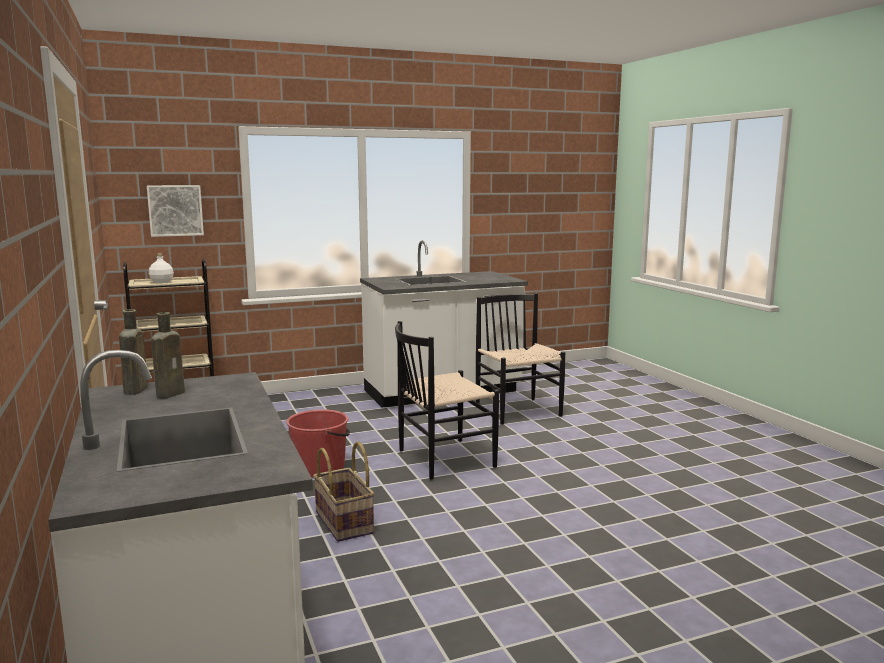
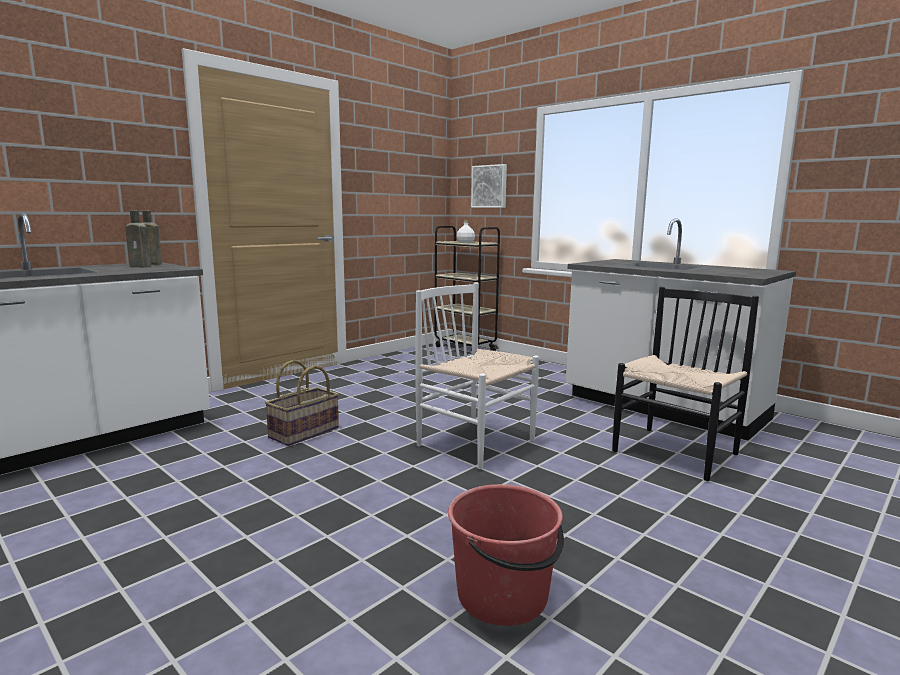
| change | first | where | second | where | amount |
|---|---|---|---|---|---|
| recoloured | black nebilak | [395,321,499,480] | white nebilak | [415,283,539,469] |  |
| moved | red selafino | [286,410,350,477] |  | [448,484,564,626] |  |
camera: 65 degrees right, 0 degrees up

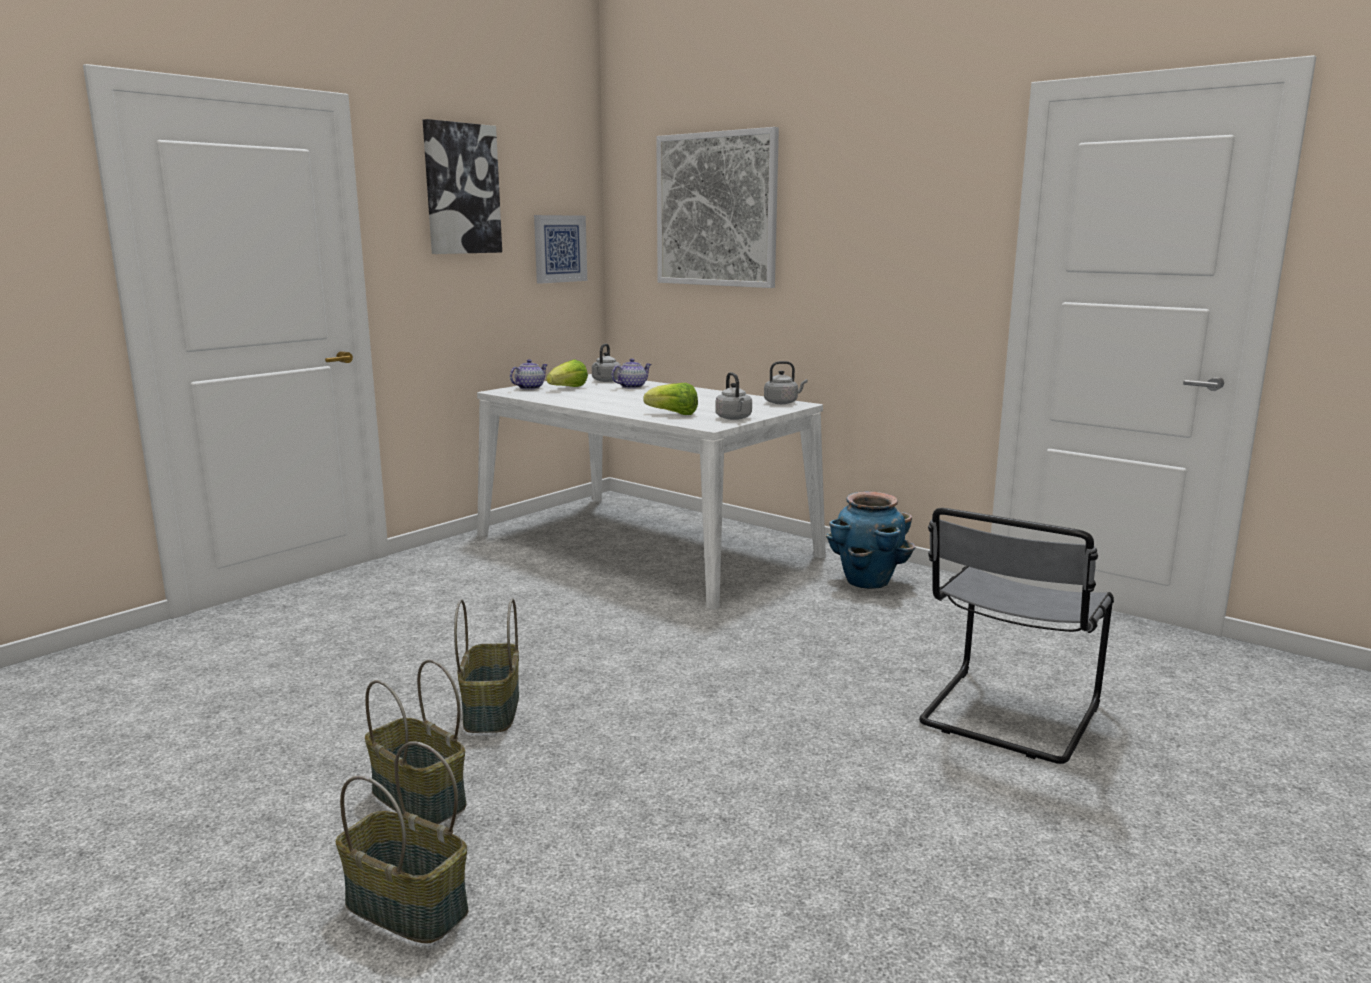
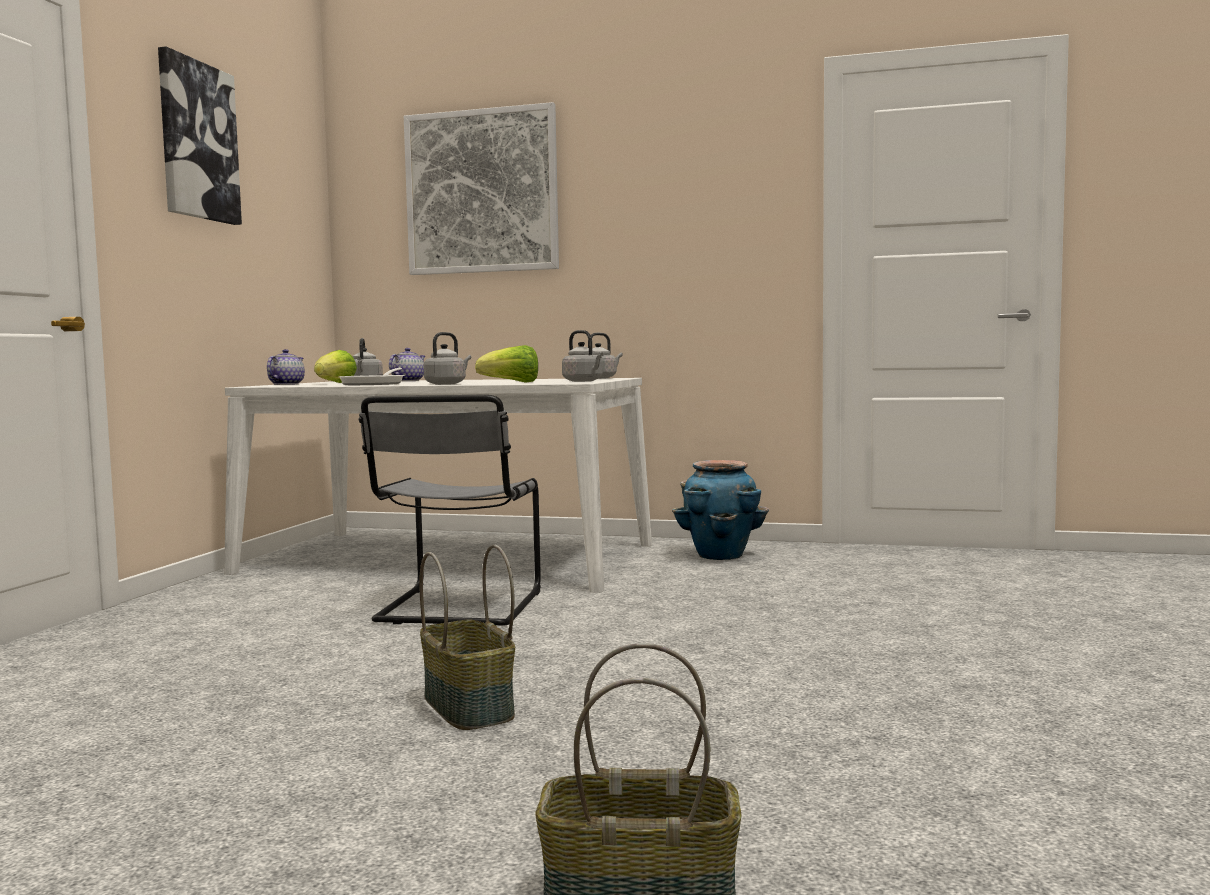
| change | first | where | second | where | amount |
|---|---|---|---|---|---|
| removed | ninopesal | [534,215,587,284] |  |  |  |
| moved | grey nebilak | [919,508,1114,764] |  | [358,395,541,626] |  |
| removed | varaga | [365,660,467,824] |  |  |  |
| added |  |  | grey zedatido | [424,332,471,385] |  |
| added |  |  | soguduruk | [339,368,405,385] |  |
camera: 25 degrees left, 10 degrees down

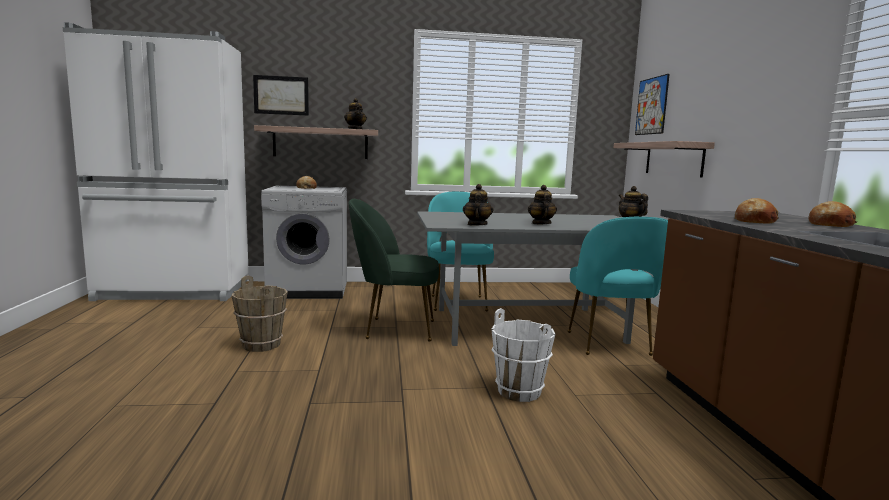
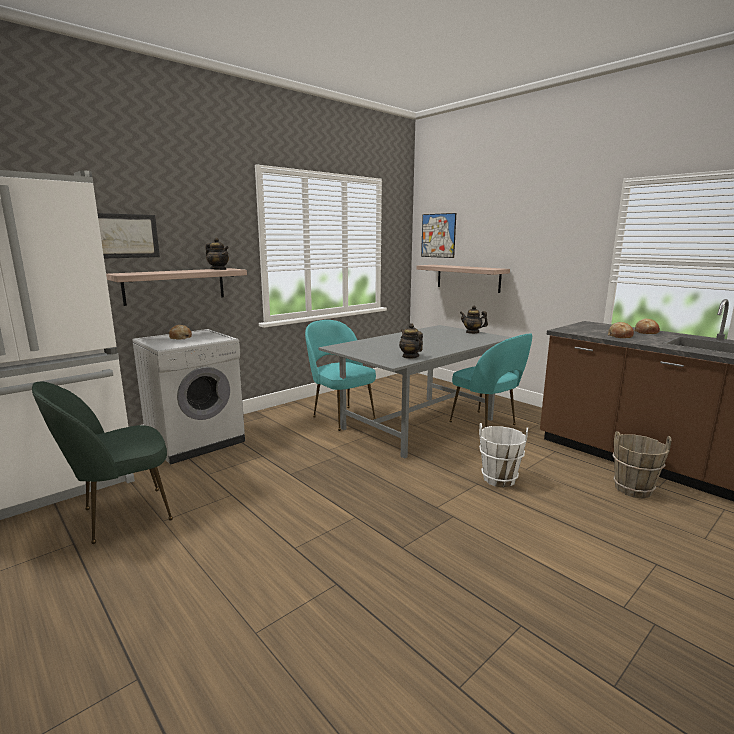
| change | first | where | second | where | amount |
|---|---|---|---|---|---|
| removed | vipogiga | [528,185,557,224] |  |  |  |
| moved | green nebilak | [349,199,439,342] |  | [32,382,173,544] |  |
| moved | brown selafino | [232,276,288,352] |  | [612,431,672,498] |  |
camera: 35 degrees left, 5 degrees up

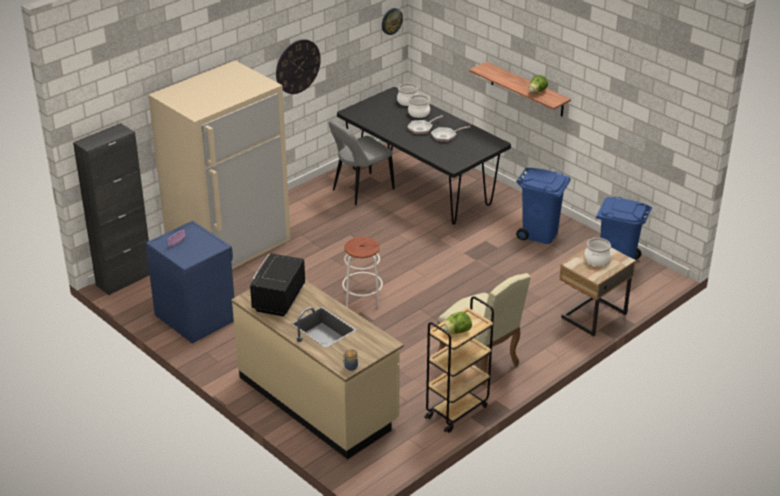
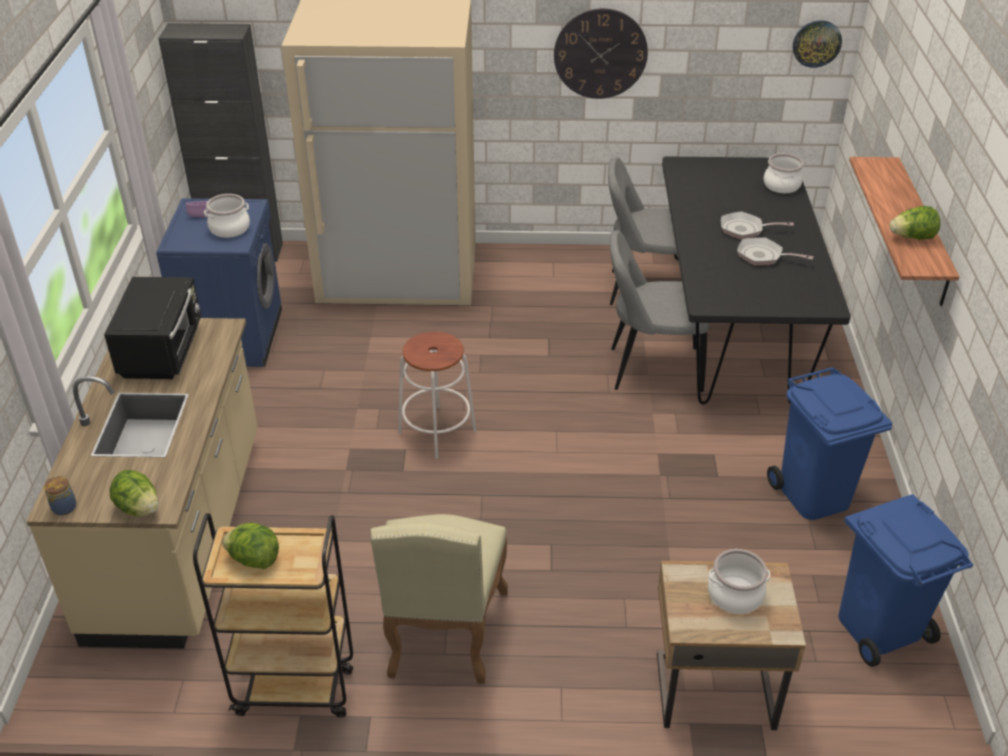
| change | first | where | second | where | amount |
|---|---|---|---|---|---|
| moved | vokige | [408,95,430,118] |  | [204,194,250,238] |  |
| turned | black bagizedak | [250,253,305,317] |  | [104,277,201,379] | 120 degrees clockwise |
| added |  |  | grey nebilak | [610,230,709,392] |  |
| added |  |  | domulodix | [109,470,159,516] |  |
camera: 45 degrees right, 5 degrees up

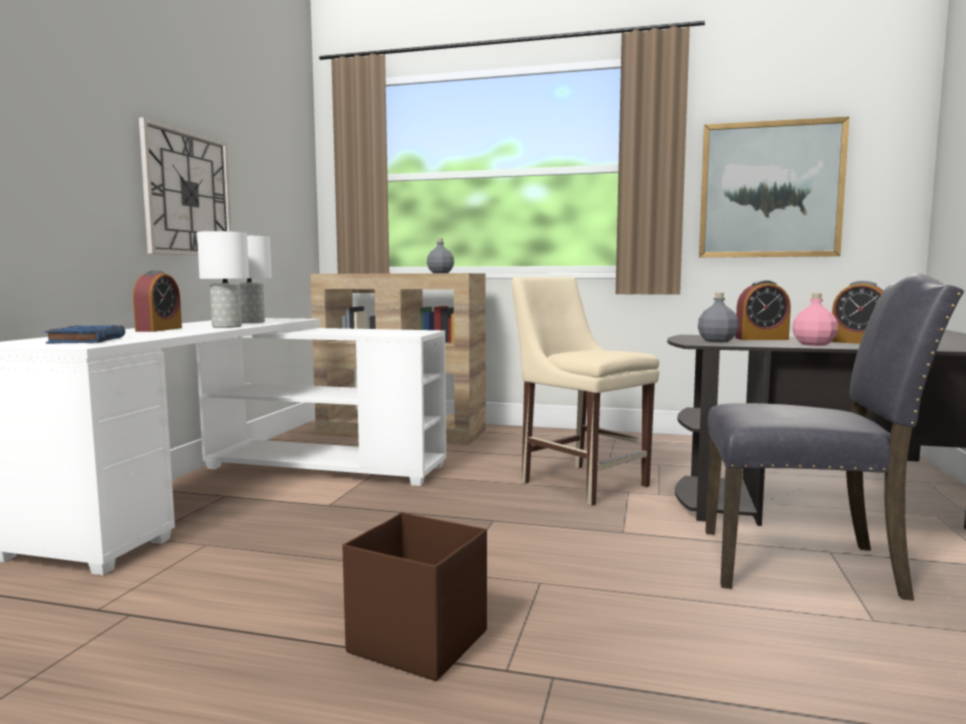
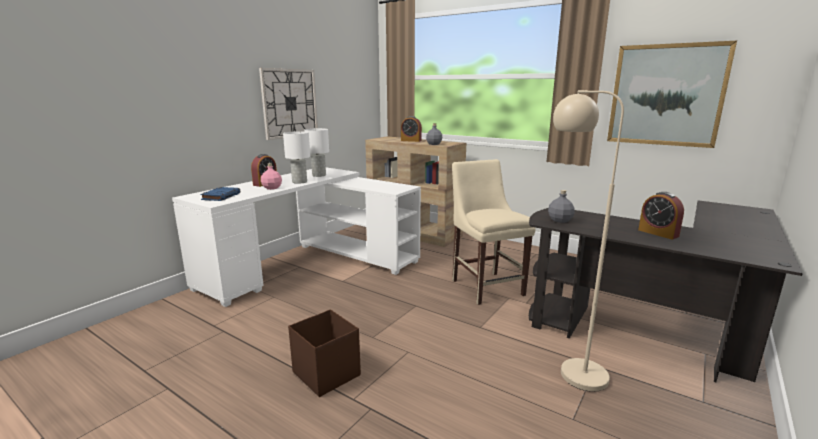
| change | first | where | second | where | amount |
|---|---|---|---|---|---|
| replaced | grey nebilak | [706,274,964,601] | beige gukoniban | [553,90,624,392] |  |
| moved | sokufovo | [735,280,791,340] |  | [401,116,422,142] |  |
| moved | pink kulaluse | [793,293,838,346] |  | [261,163,282,190] |  |
camera: 20 degrees right, 10 degrees up

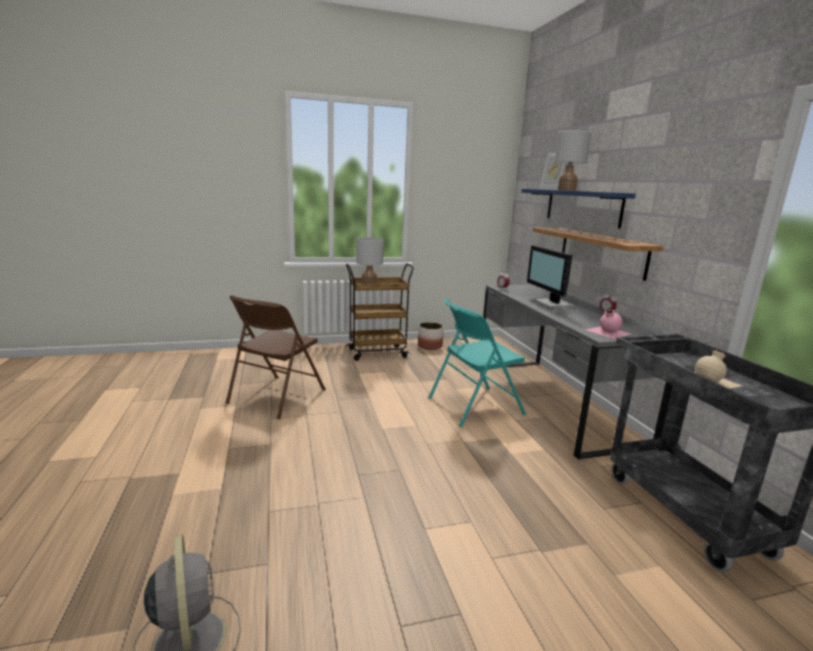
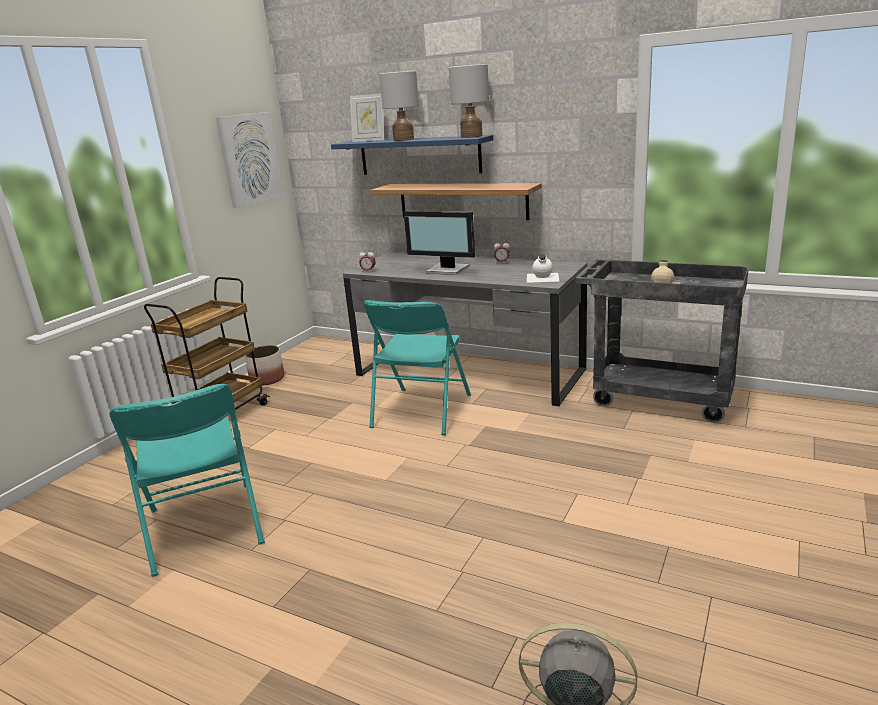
| change | first | where | second | where | amount |
|---|---|---|---|---|---|
| moved | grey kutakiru | [356,237,384,284] |  | [449,64,489,138] |  |
| recoloured | brown nebilak | [226,295,326,419] | turquoise nebilak | [109,384,265,577] |  |
| recoloured | pink kulaluse | [587,308,631,339] | white kulaluse | [527,254,559,283] |  |
| added |  |  | ninopesal | [216,112,284,208] |  |
camera: 45 degrees left, 5 degrees up

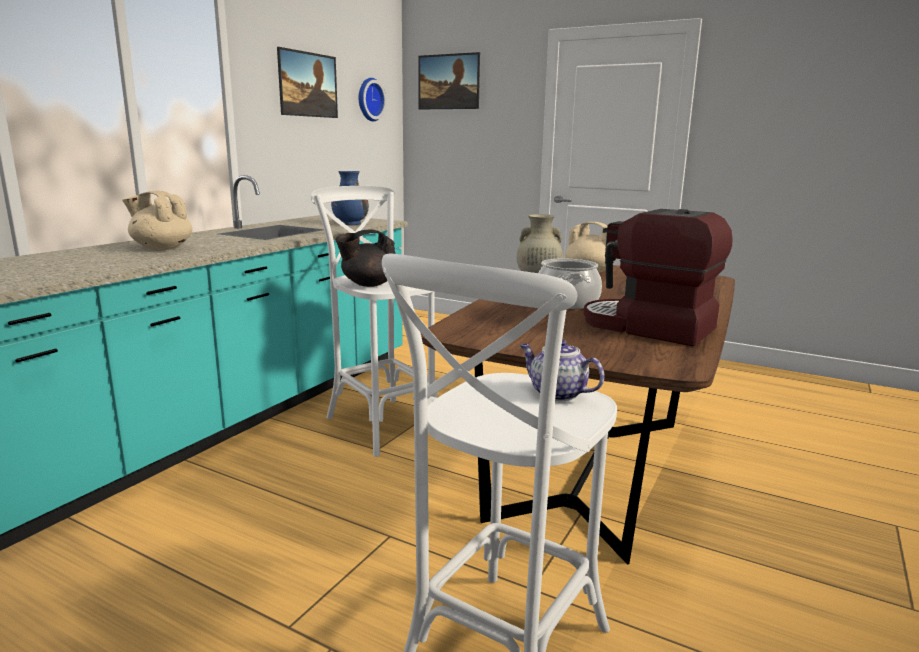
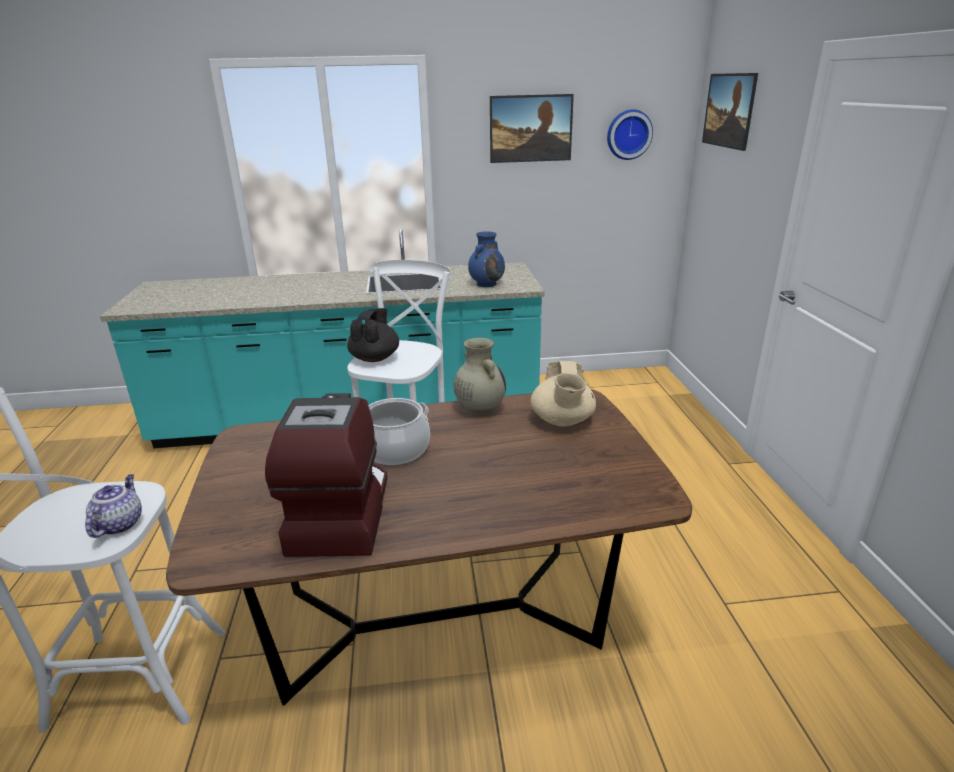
| change | first | where | second | where | amount |
|---|---|---|---|---|---|
| removed | beige vipogiga | [122,191,192,250] |  |  |  |
| turned | black vipogiga | [335,230,396,287] |  | [347,308,399,362] | 75 degrees clockwise |
camera: 55 degrees right, 10 degrees up

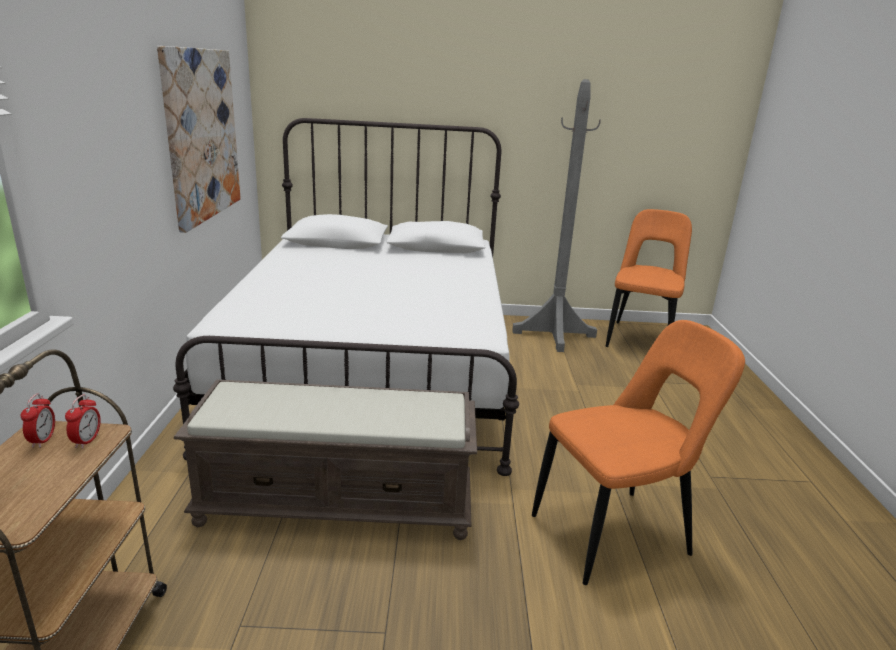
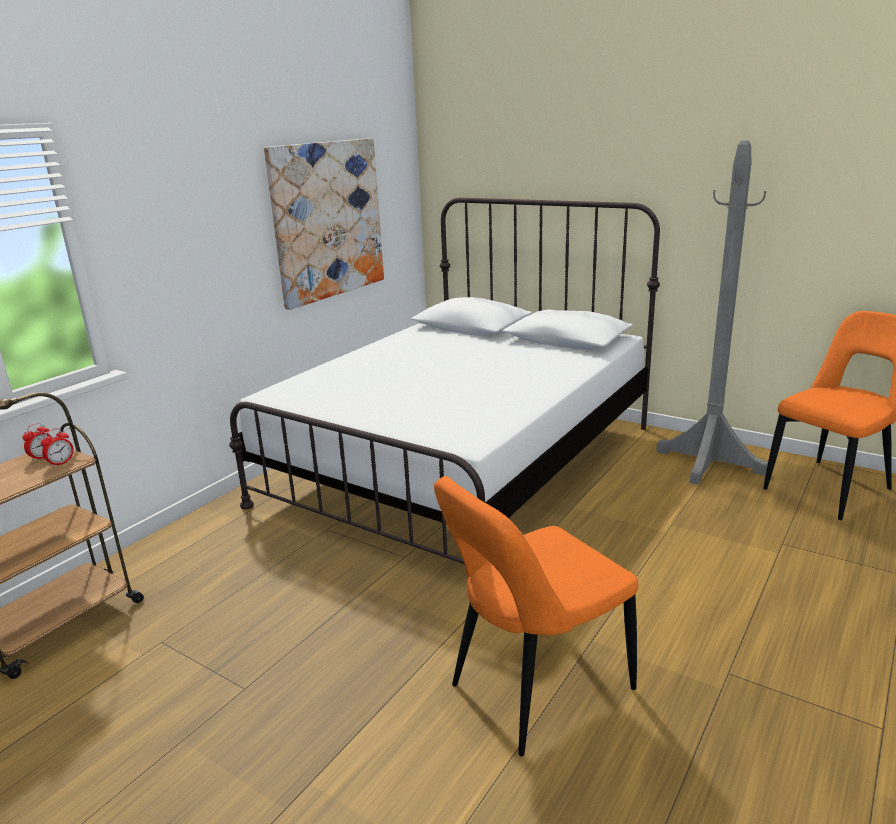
| change | first | where | second | where | amount |
|---|---|---|---|---|---|
| turned | orange nebilak | [532,320,745,585] |  | [434,476,639,756] | 135 degrees clockwise |
| removed | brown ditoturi | [173,379,477,540] |  |  |  |
camera: 35 degrees right, 0 degrees up

